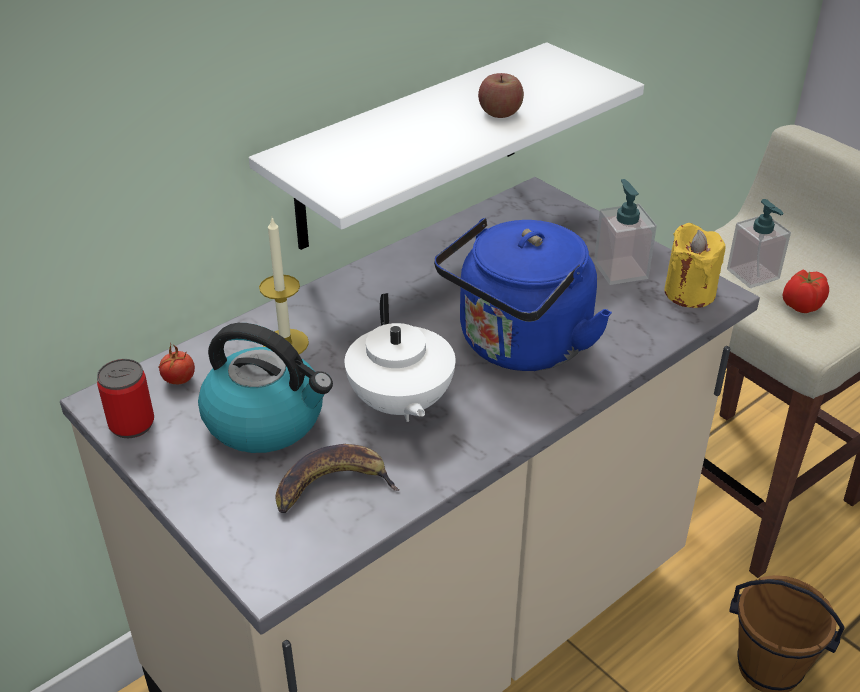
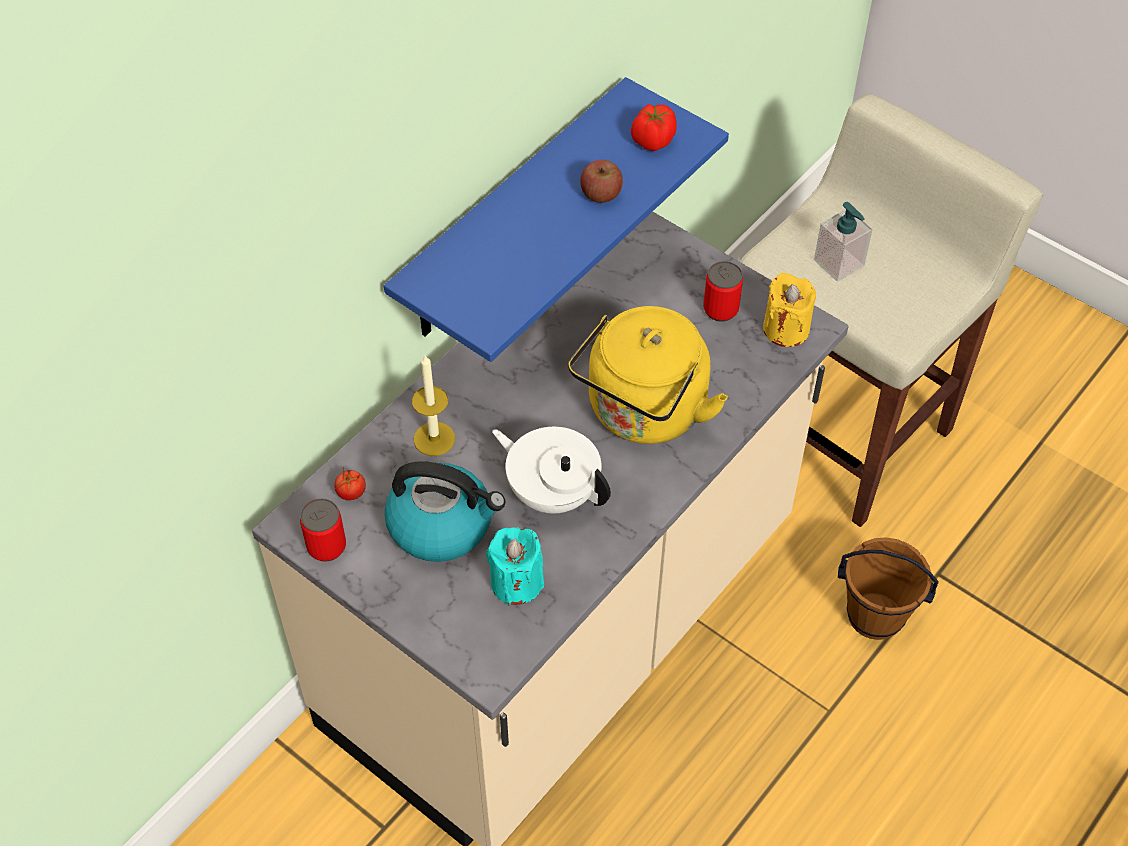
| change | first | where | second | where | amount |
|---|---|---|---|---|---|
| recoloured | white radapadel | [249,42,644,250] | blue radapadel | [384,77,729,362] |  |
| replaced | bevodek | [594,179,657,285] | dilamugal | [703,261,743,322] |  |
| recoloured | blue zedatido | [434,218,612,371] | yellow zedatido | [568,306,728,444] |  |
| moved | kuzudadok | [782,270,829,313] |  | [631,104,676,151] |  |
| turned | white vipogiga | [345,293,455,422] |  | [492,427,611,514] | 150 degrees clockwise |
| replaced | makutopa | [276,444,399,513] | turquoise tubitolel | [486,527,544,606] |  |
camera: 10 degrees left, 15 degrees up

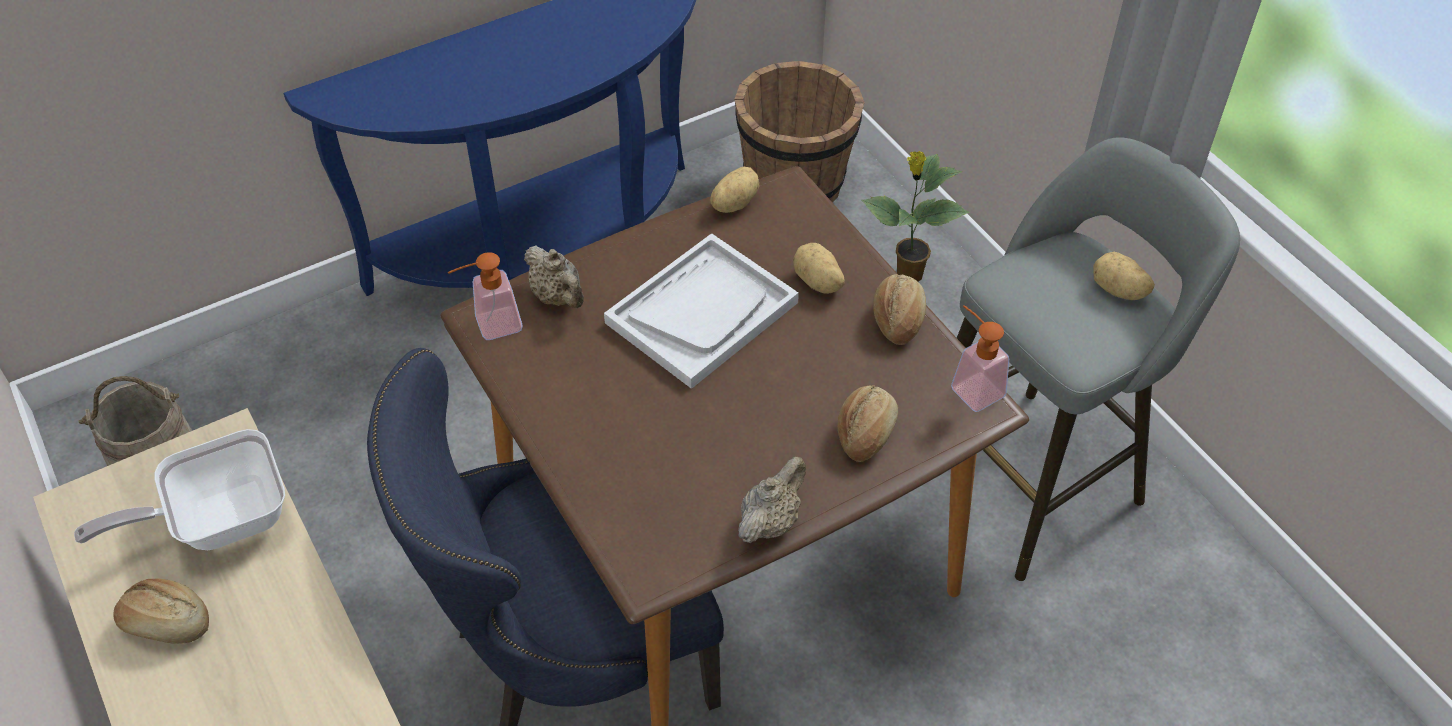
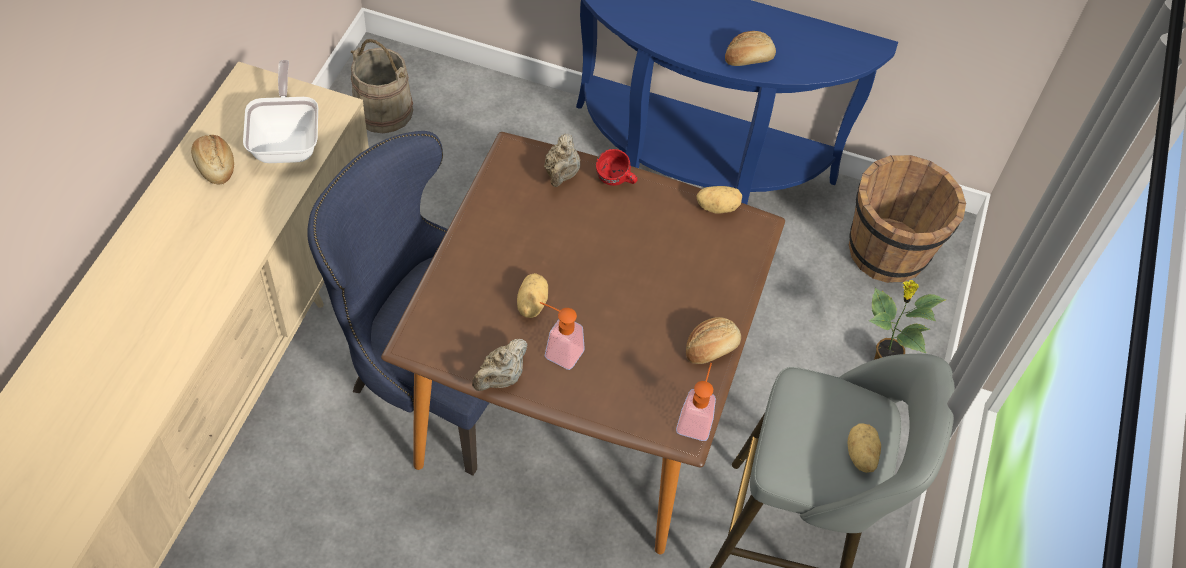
| change | first | where | second | where | amount |
|---|---|---|---|---|---|
| removed | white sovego | [604,233,799,389] |  |  |  |
| moved | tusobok | [793,243,845,294] |  | [517,273,548,318] |  |
| moved | bevodek | [448,252,523,340] |  | [540,302,585,370] |  |
| moved | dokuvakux | [838,385,898,462] |  | [725,31,776,66] |  |
| turned | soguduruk | [74,429,285,550] |  | [243,60,318,163] | 60 degrees clockwise |
| turned | beige vipogiga | [738,457,806,543] |  | [472,339,527,391] | 135 degrees clockwise |
| added |  |  | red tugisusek | [596,149,638,186] |  |
camera: 45 degrees right, 5 degrees up

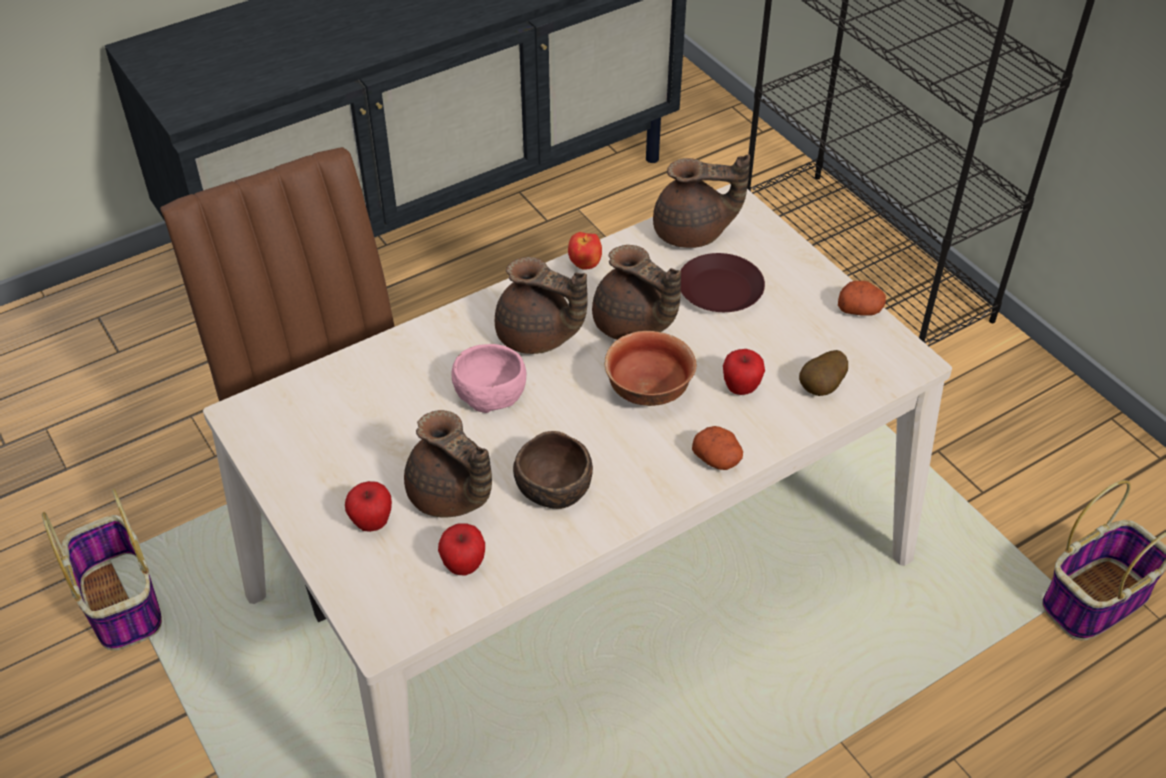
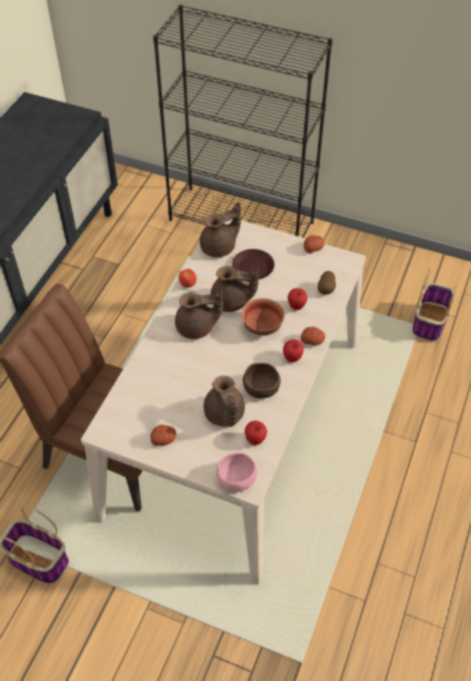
| change | first | where | second | where | amount |
|---|---|---|---|---|---|
| moved | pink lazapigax | [451,344,526,413] |  | [216,452,257,492] |  |
| turned | brown vipogiga | [404,410,492,518] |  | [204,376,245,427] | 60 degrees clockwise |
| moved | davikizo | [345,481,392,532] |  | [283,339,304,362] |  |
| added |  |  | tusobok | [150,425,176,446] |  |
camera: 35 degrees left, 5 degrees up

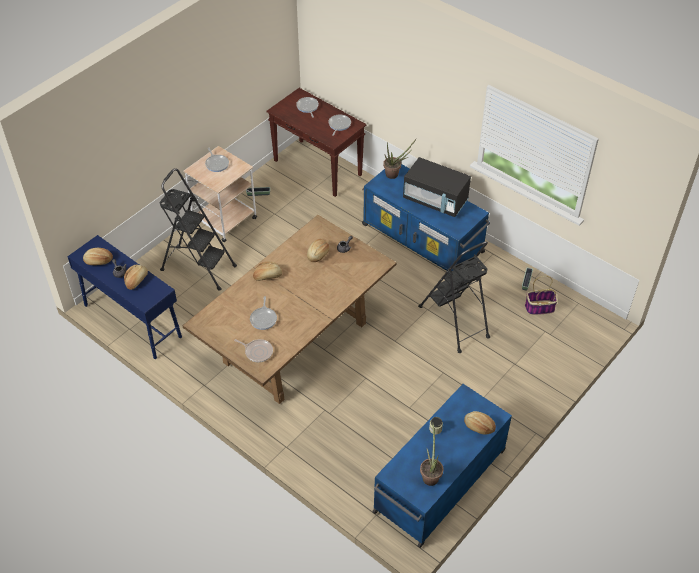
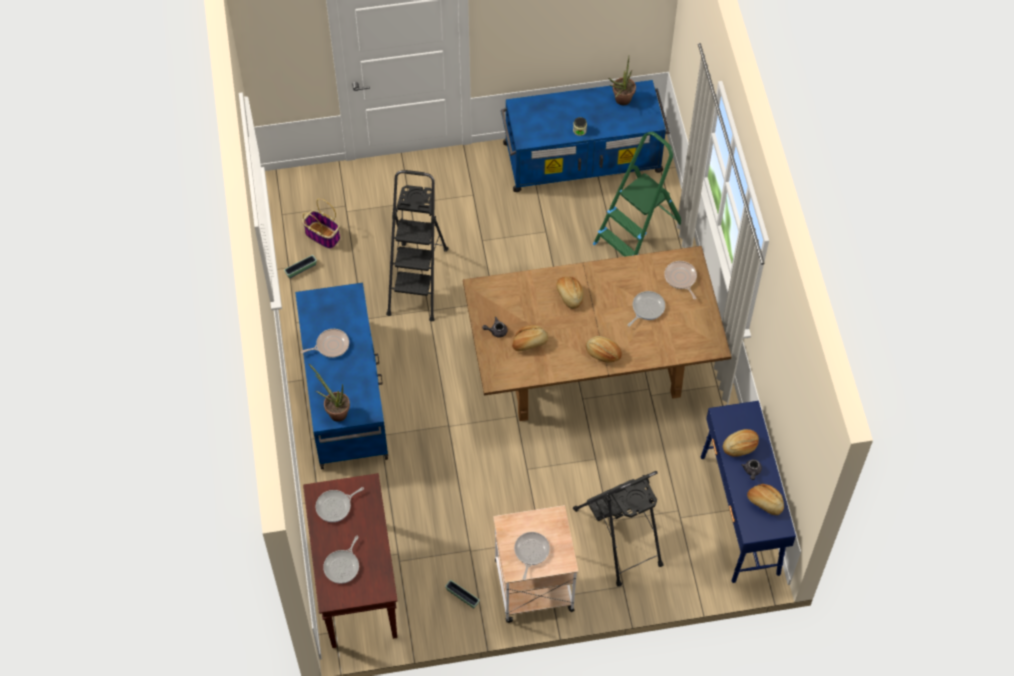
| change | first | where | second | where | amount |
|---|---|---|---|---|---|
| replaced | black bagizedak | [403,157,471,217] | soguduruk | [301,329,349,358] |  |
| moved | dokuvakux | [464,411,496,435] |  | [556,277,584,309] |  |
| added |  |  | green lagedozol | [593,132,681,257] |  |
camera: 140 degrees left, 10 degrees up

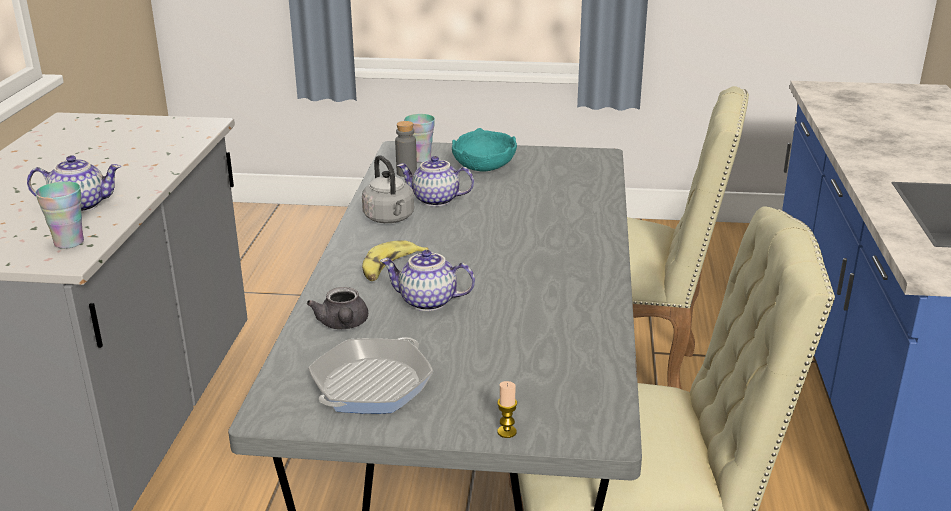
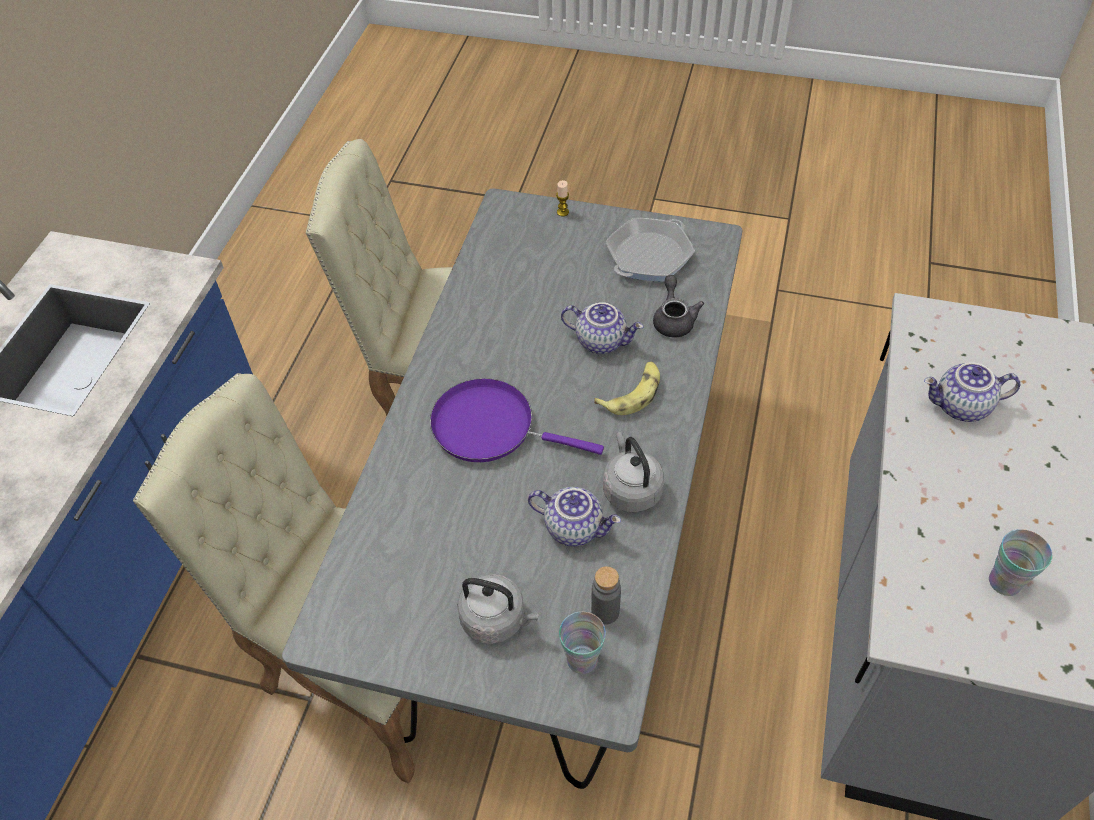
| change | first | where | second | where | amount |
|---|---|---|---|---|---|
| replaced | turquoise lazapigax | [452,128,517,171] | grey zedatido | [457,574,539,644] |  |
| moved | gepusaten | [35,181,84,249] |  | [989,529,1052,596] |  |
| added |  |  | purple soguduruk | [430,378,604,462] |  |
camera: 170 degrees left, 25 degrees up

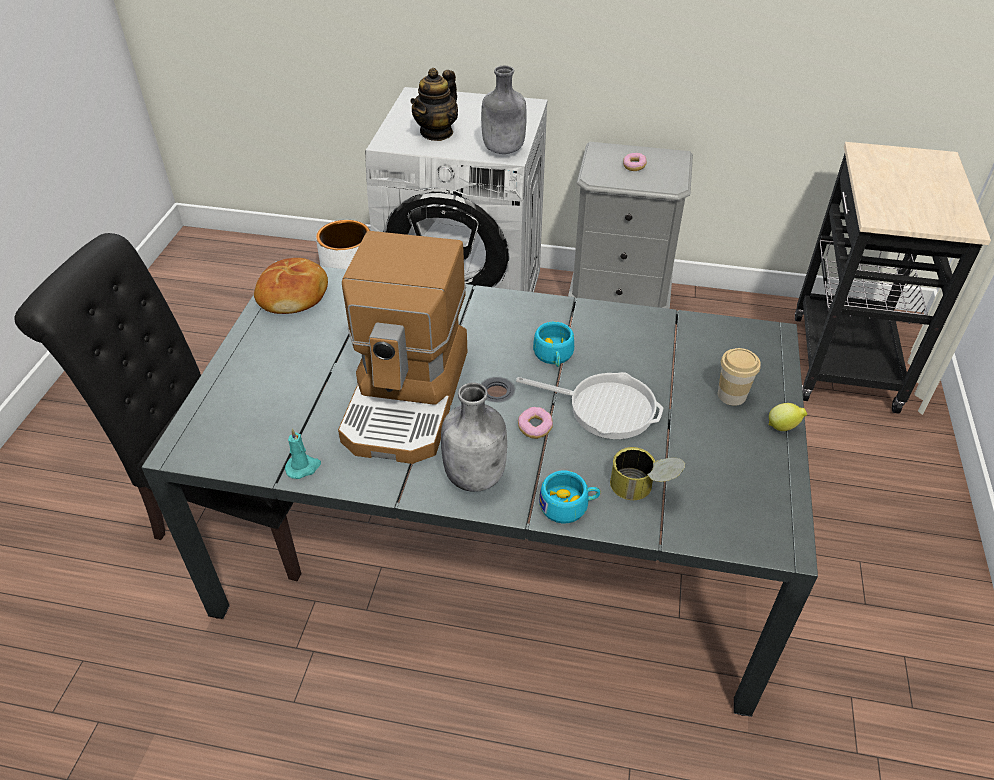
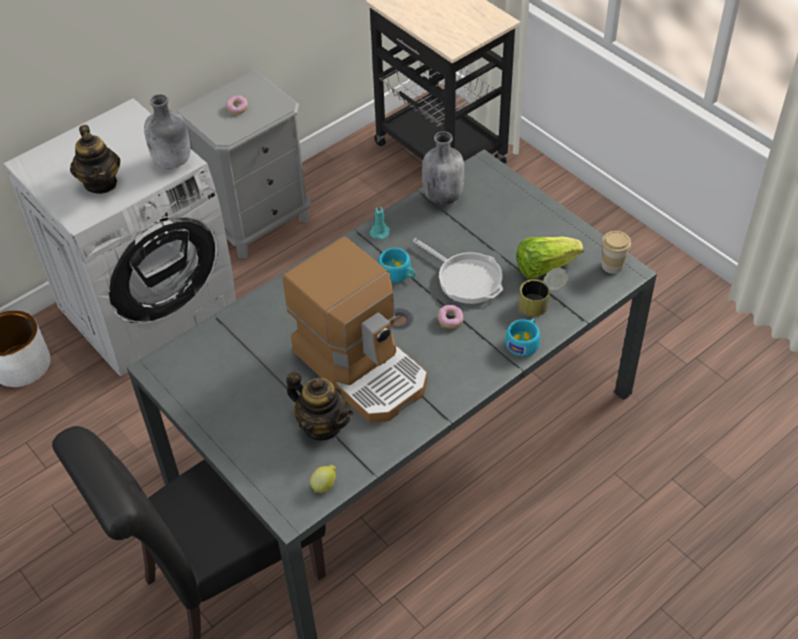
| change | first | where | second | where | amount |
|---|---|---|---|---|---|
| removed | dokuvakux | [254,258,328,314] |  |  |  |
| moved | gepusaten | [718,348,761,406] |  | [602,231,631,274] |  |
| turned | soguduruk | [516,372,663,439] |  | [413,238,503,304] | 75 degrees clockwise |
| moved | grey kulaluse | [441,383,507,492] |  | [422,131,464,205] |  |
| moved | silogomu | [768,403,807,431] |  | [310,465,336,493] |  |
| moved | turquoise tubitolel | [285,428,321,479] |  | [370,204,390,240] |  |
| added |  |  | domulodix | [517,237,584,278] |  |
| added |  |  | vipogiga | [286,372,353,440] |  |
camera: 50 degrees left, 5 degrees up

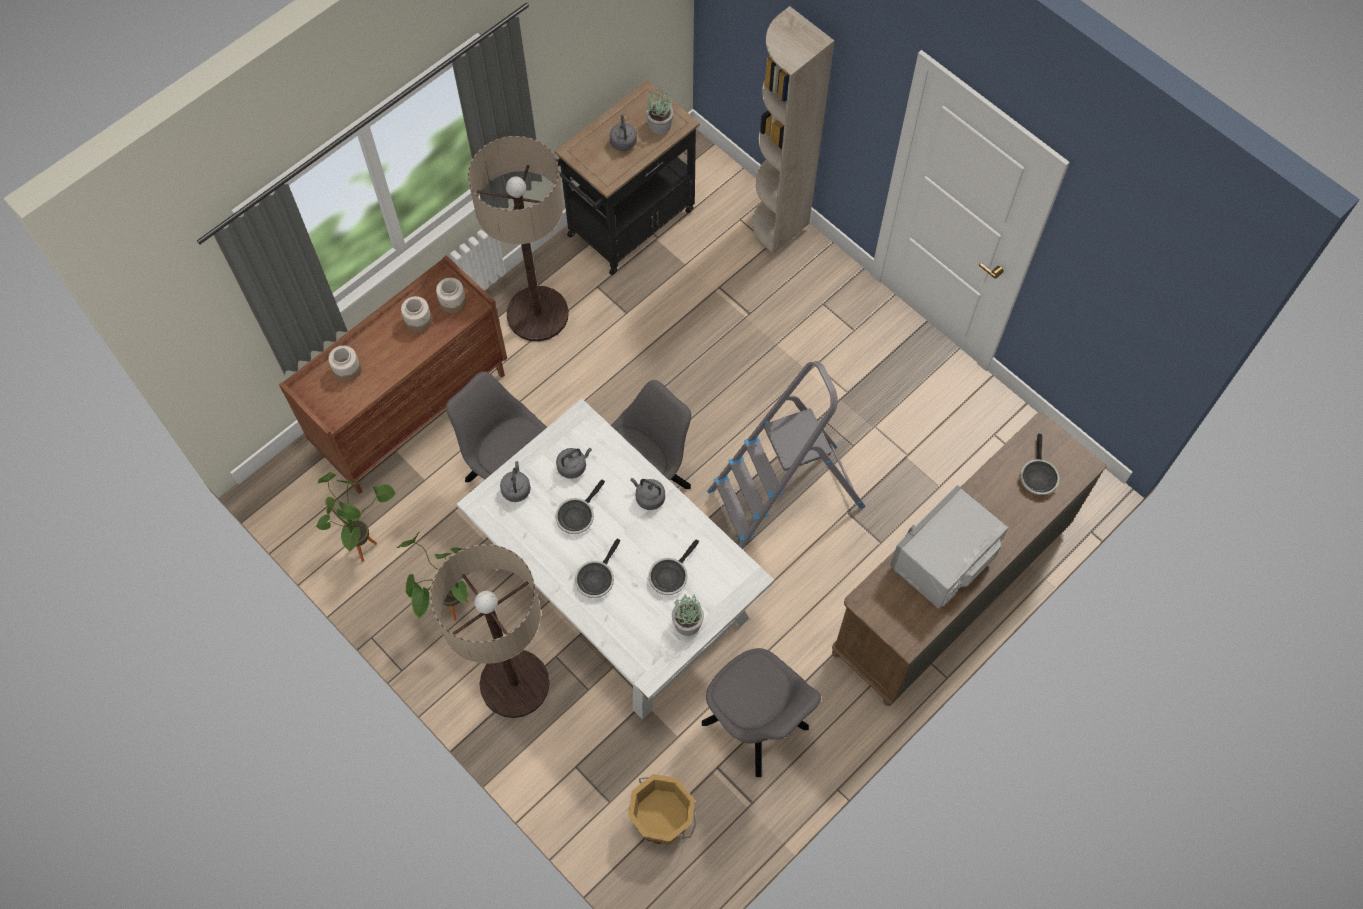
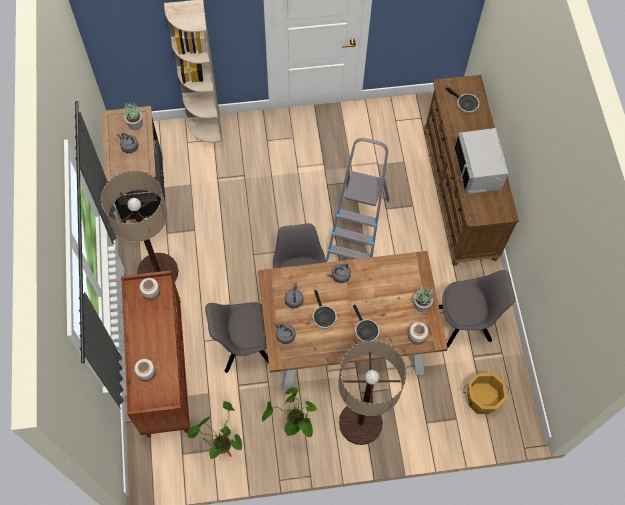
| change | first | where | second | where | amount |
|---|---|---|---|---|---|
| moved | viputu | [401,296,432,332] |  | [408,322,428,345] |  |
| recoloured | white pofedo | [456,399,774,719] | brown pofedo | [258,251,448,392] |  |
| removed | soguduruk | [648,539,699,595] |  |  |  |
camera: 55 degrees left, 0 degrees up

